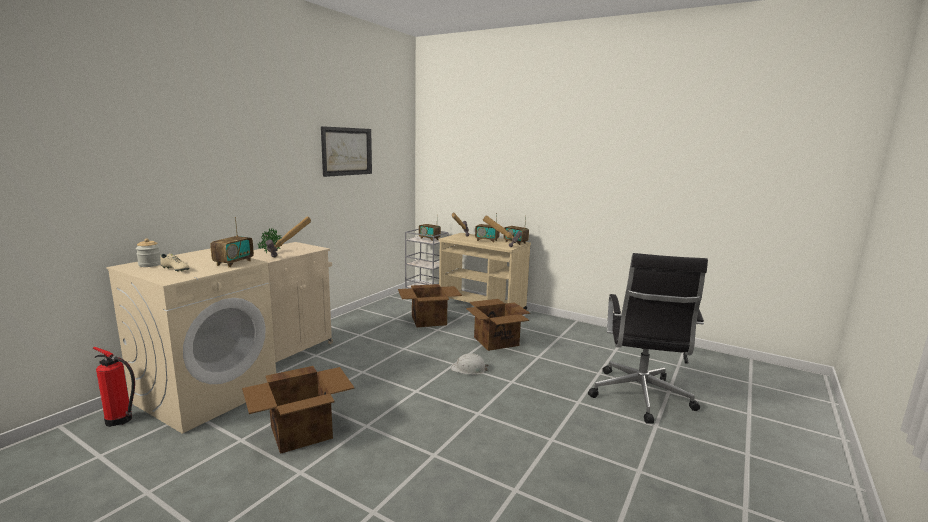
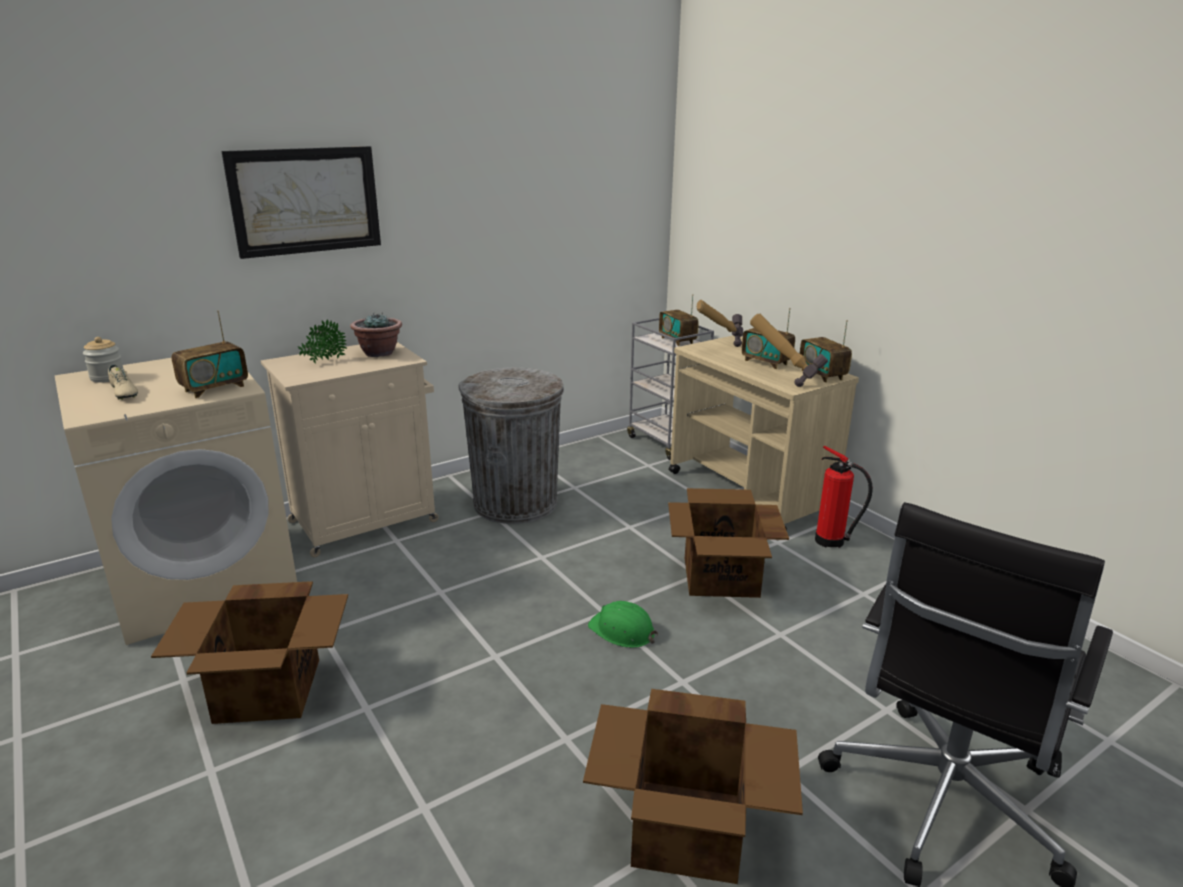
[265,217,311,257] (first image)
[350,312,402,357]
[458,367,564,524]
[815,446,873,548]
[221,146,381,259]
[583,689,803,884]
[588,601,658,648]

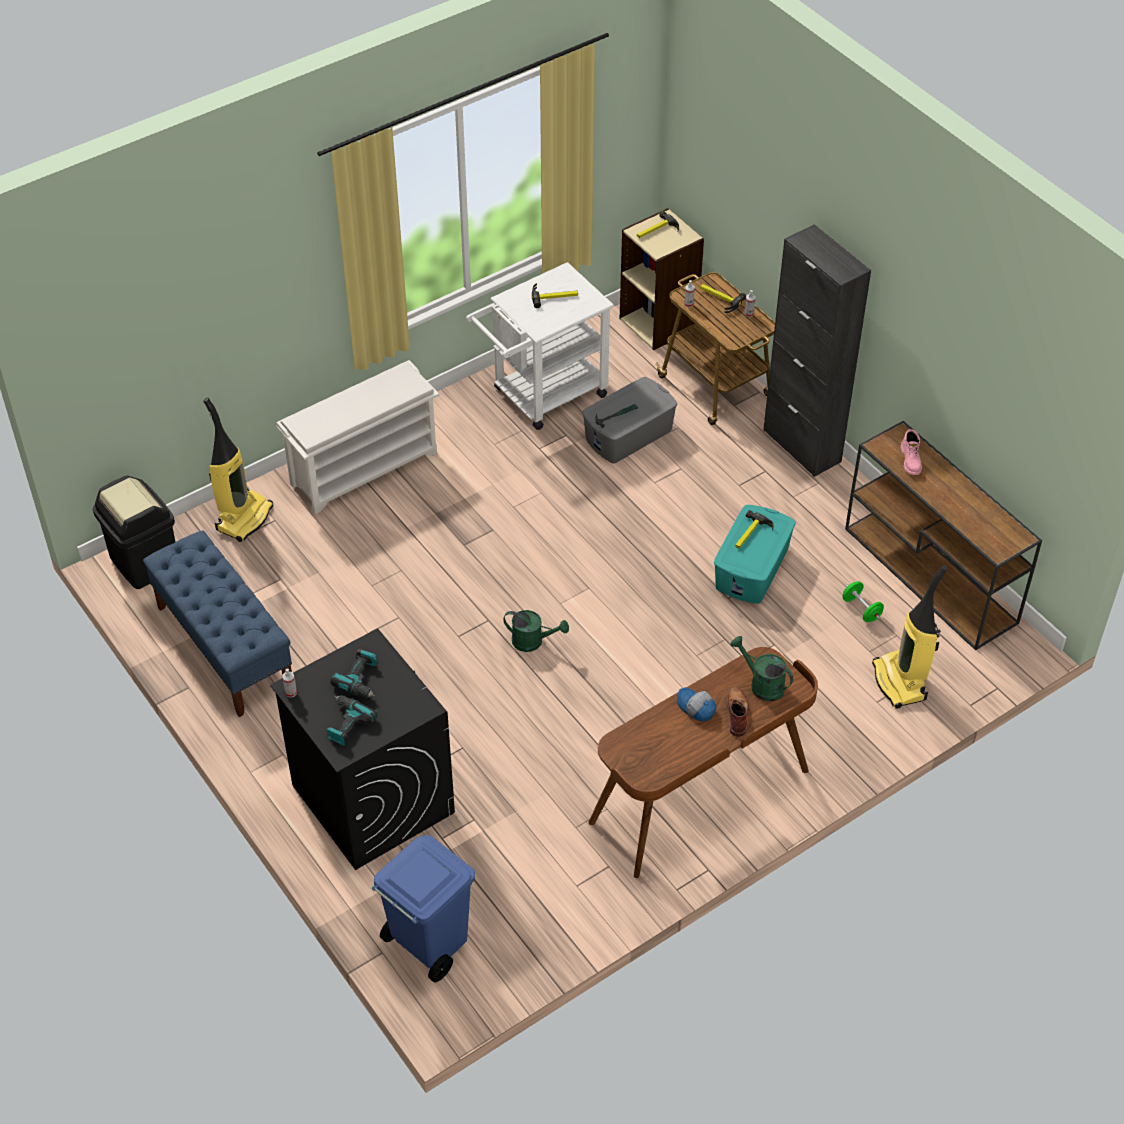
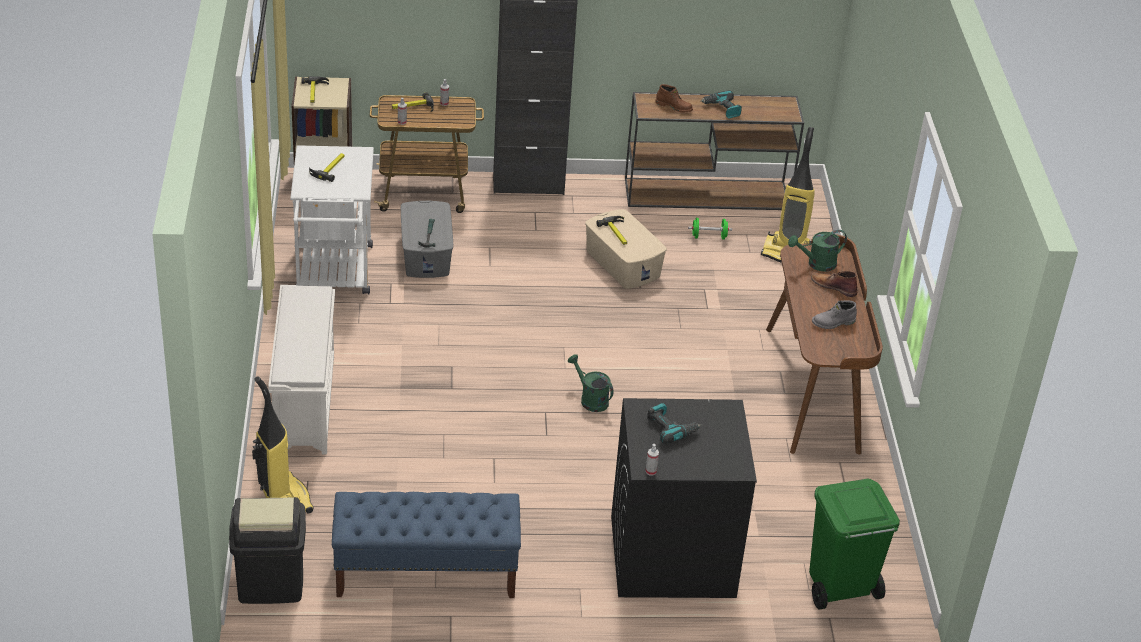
[677,687,716,721] (first image)
[812,301,857,329]
[700,90,742,119]
[809,479,900,609]
[585,209,667,289]
[655,84,693,113]
[568,354,614,412]

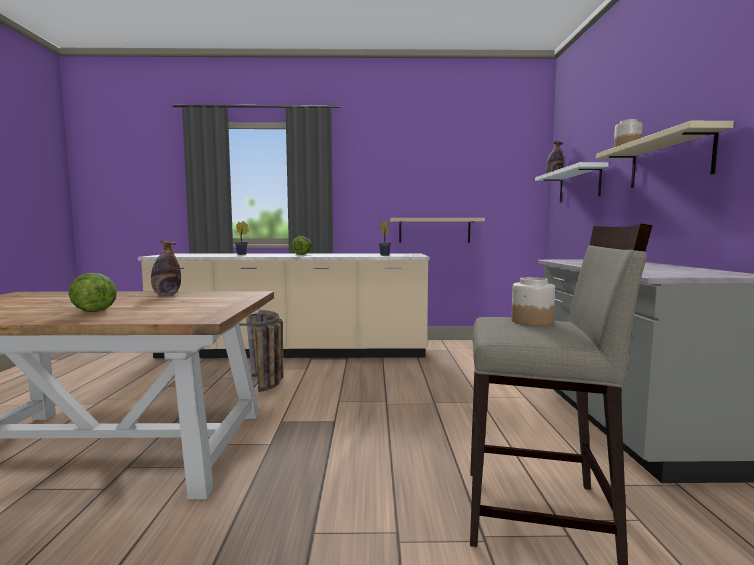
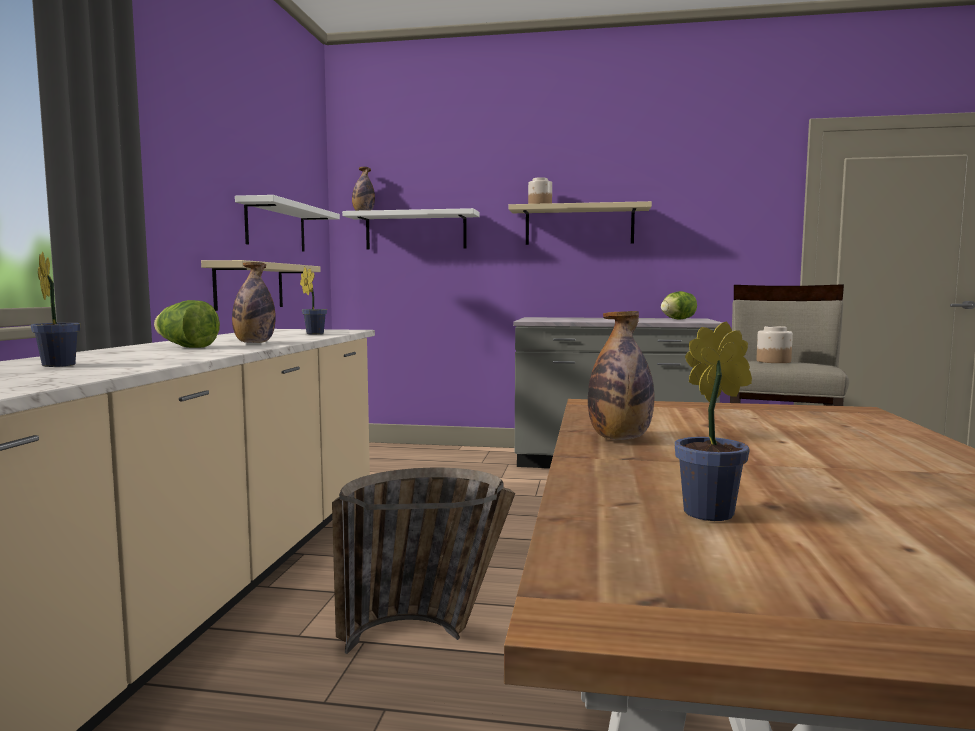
[232,262,276,343]
[235,195,340,252]
[674,322,752,521]
[661,291,697,320]

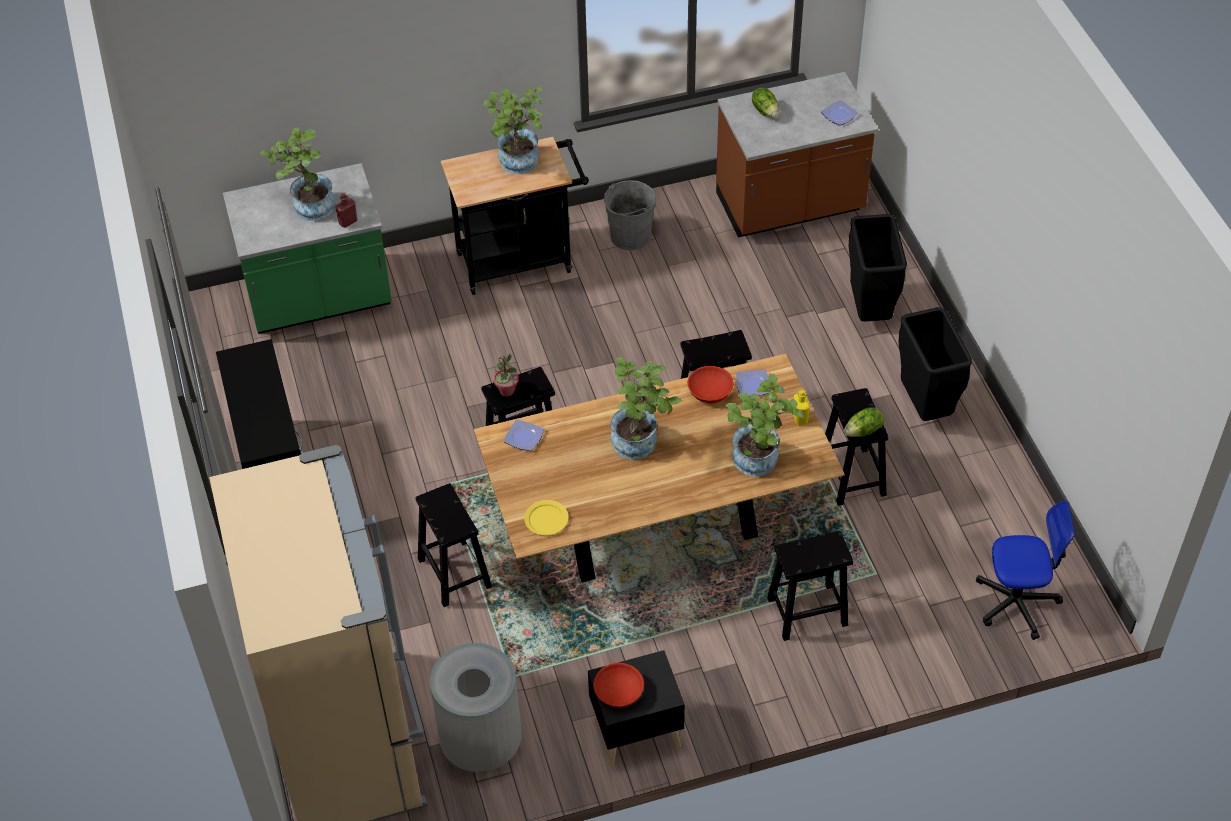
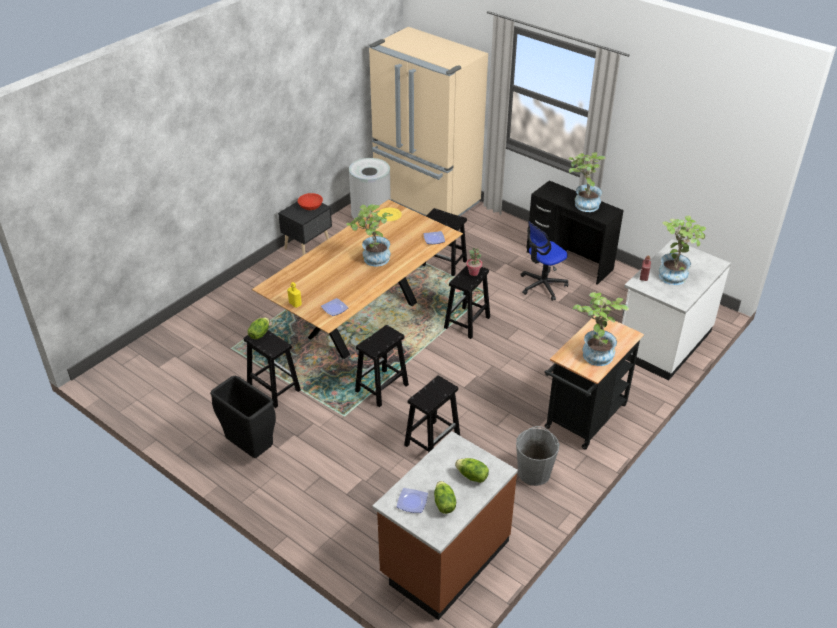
[687,366,734,403] (first image)
[849,214,907,322] (first image)
[434,481,456,514]
[569,152,606,212]
[404,376,460,453]
[520,221,568,301]
[622,239,731,381]

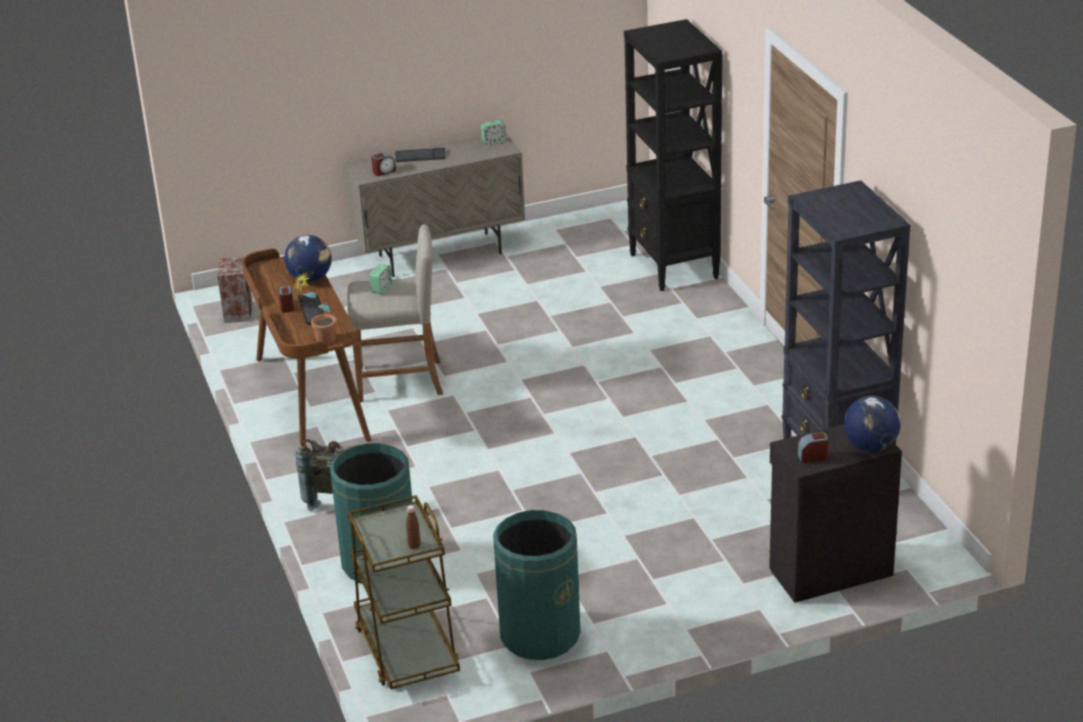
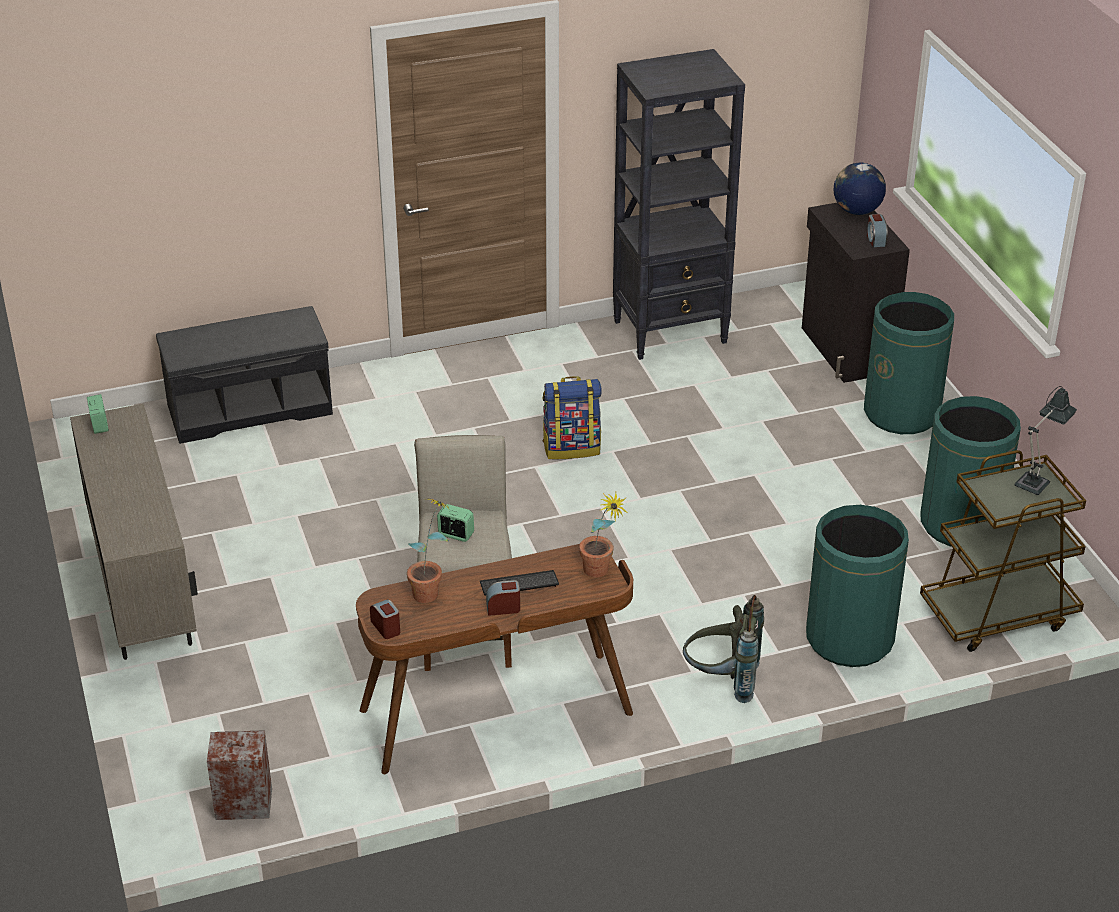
[395,148,446,162] (first image)
[542,376,602,459]
[864,292,954,434]
[370,599,400,639]
[407,499,451,603]
[1014,386,1077,495]
[156,306,333,444]

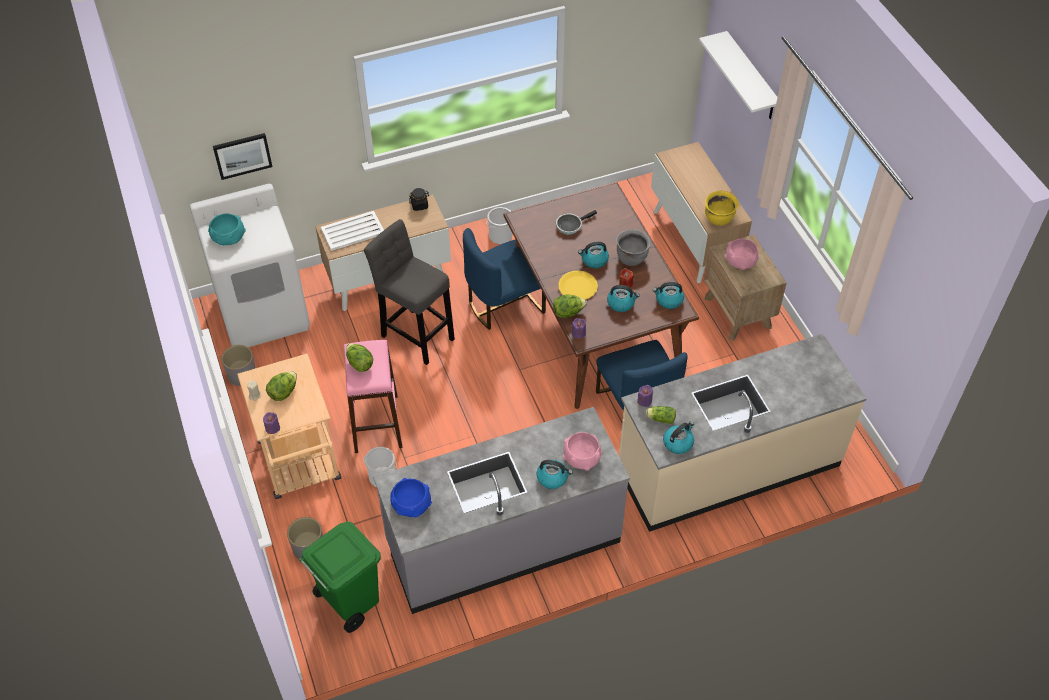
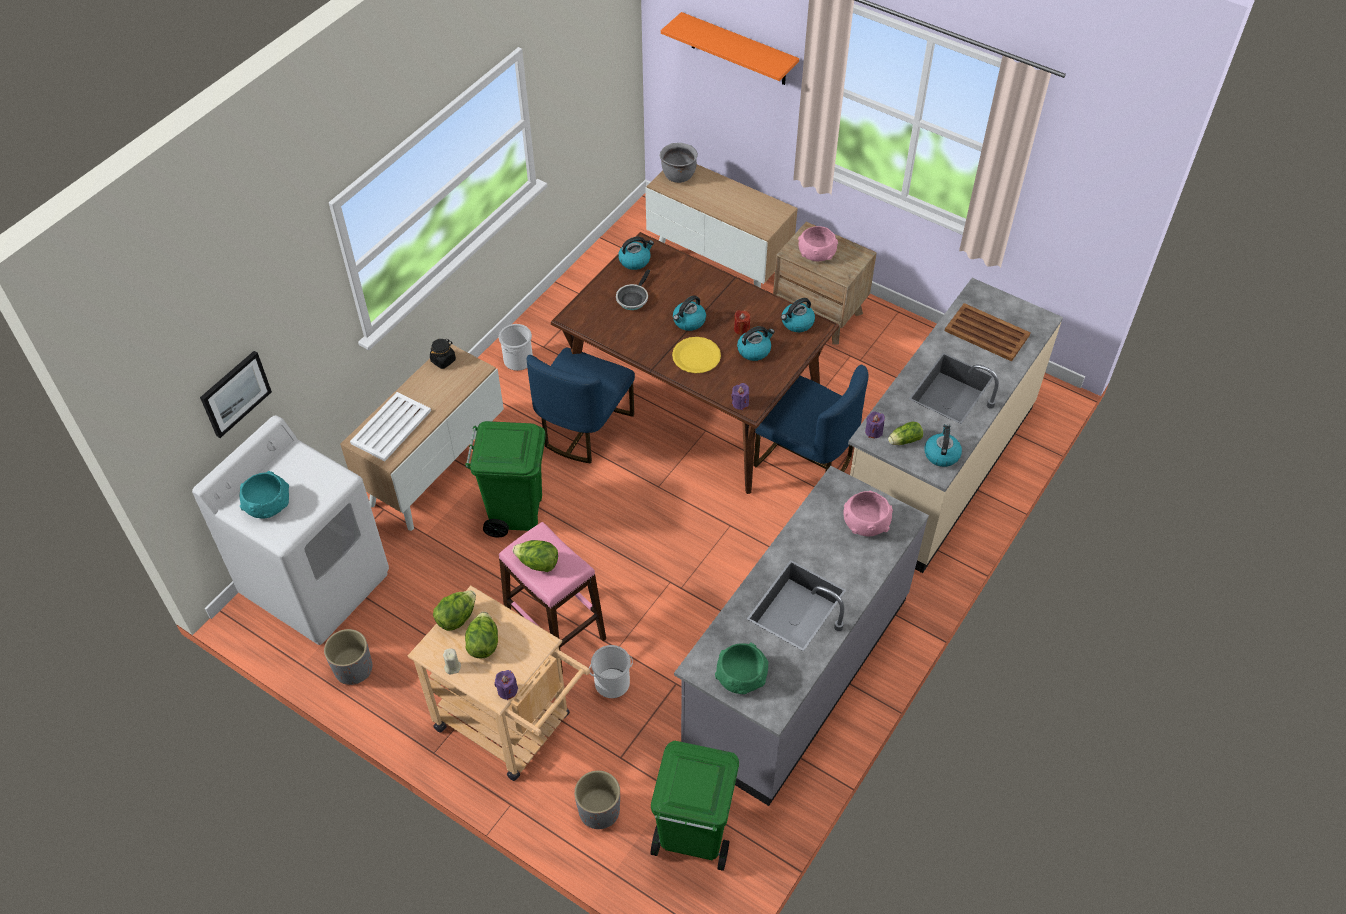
[705,191,739,226] (first image)
[945,303,1031,361]
[618,237,654,270]
[433,591,476,631]
[660,143,698,183]
[465,421,546,537]
[715,643,768,694]
[661,12,799,85]

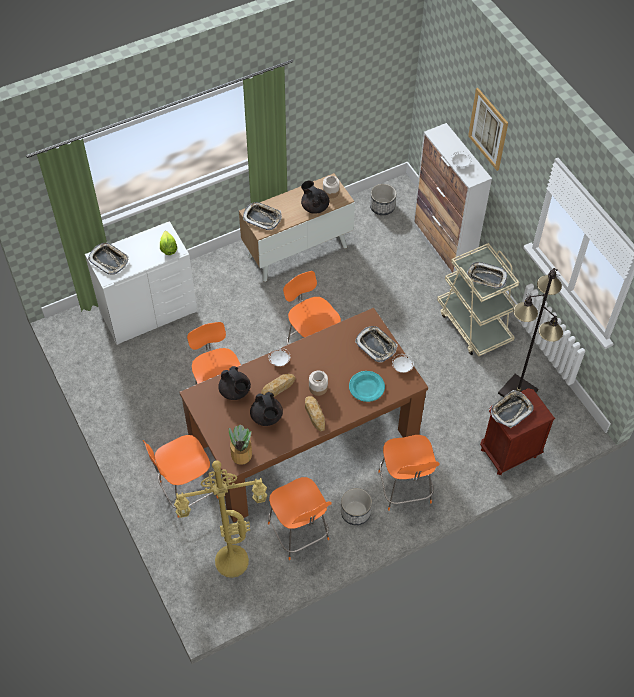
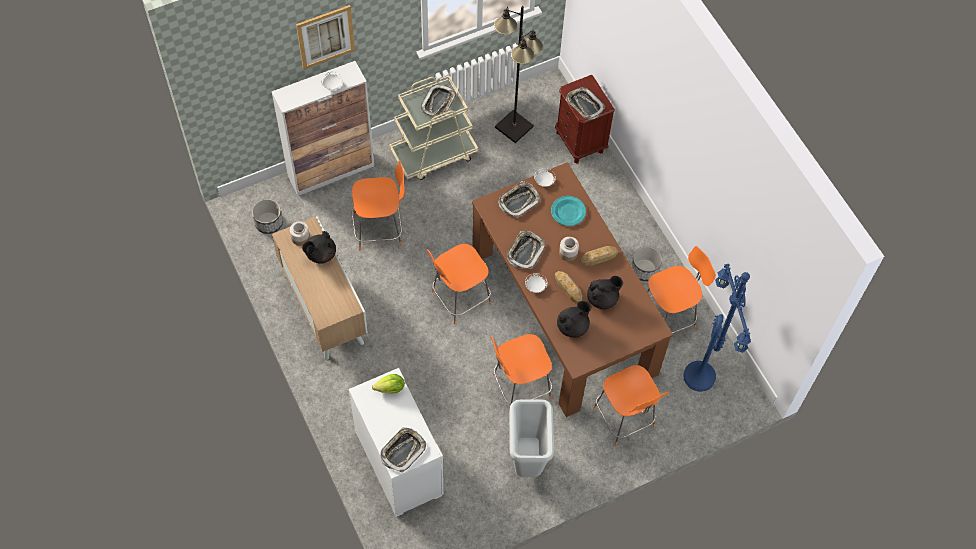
[229,424,252,465] (first image)
[509,400,554,477]
[507,231,546,269]
[352,160,405,250]
[683,264,751,392]

